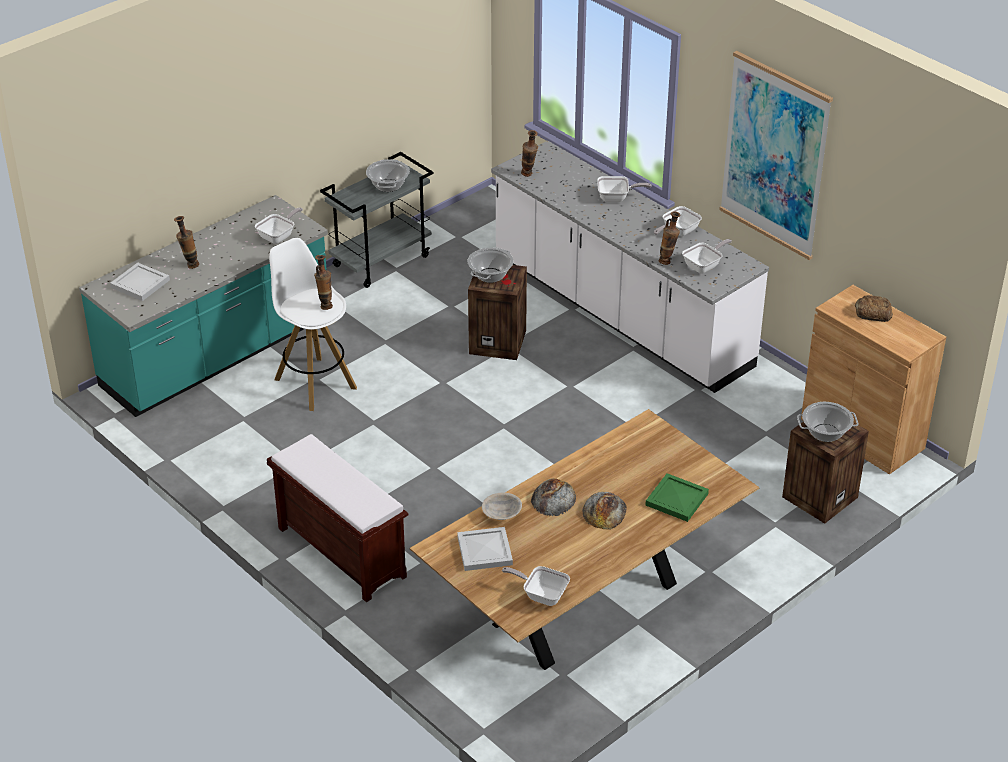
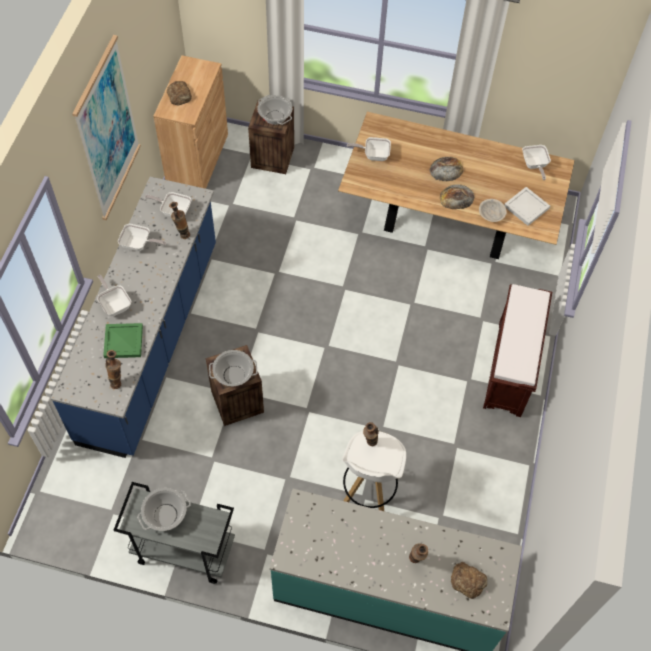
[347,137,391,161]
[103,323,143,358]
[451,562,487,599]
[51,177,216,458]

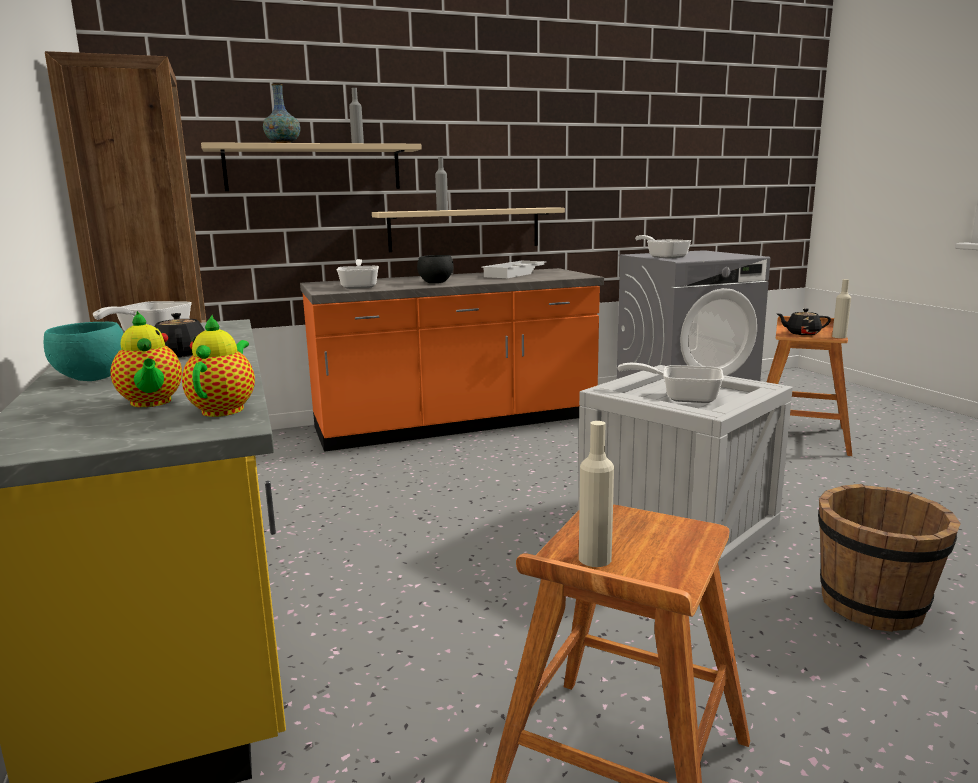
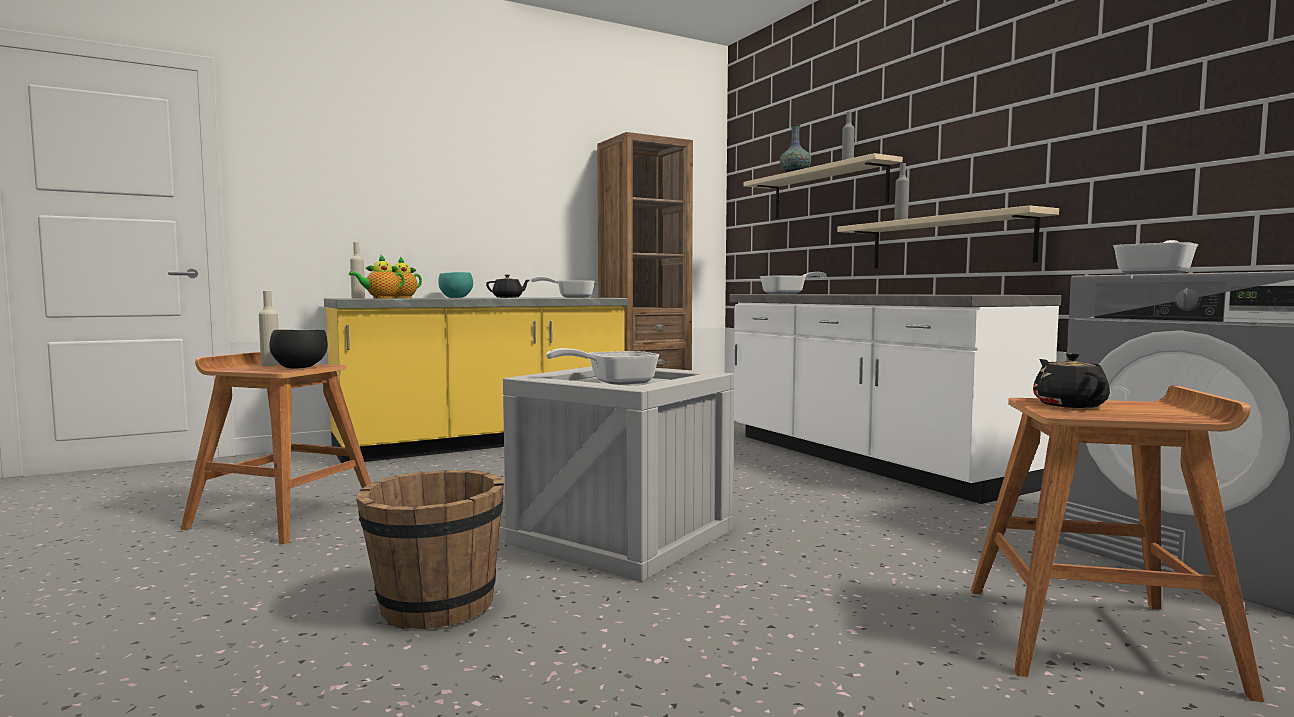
[481,261,546,278] (first image)
[269,330,328,369]
[350,242,365,298]
[729,294,1061,504]
[349,254,404,299]
[546,348,659,385]

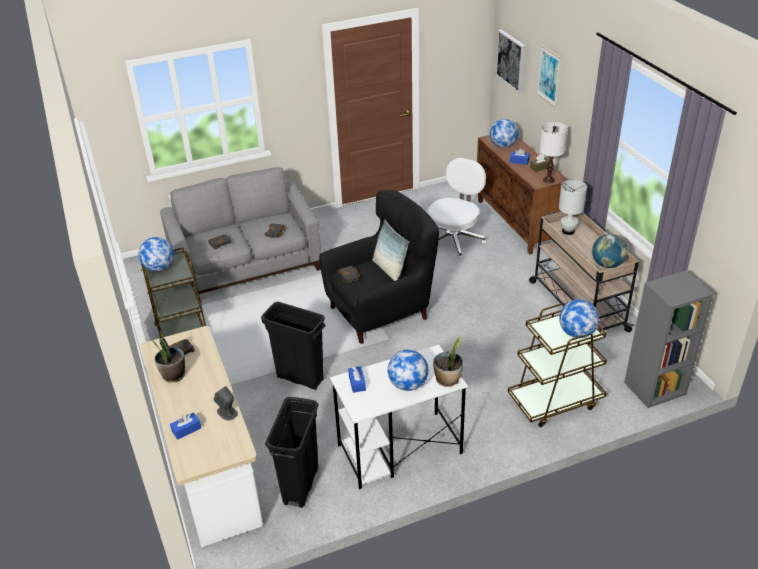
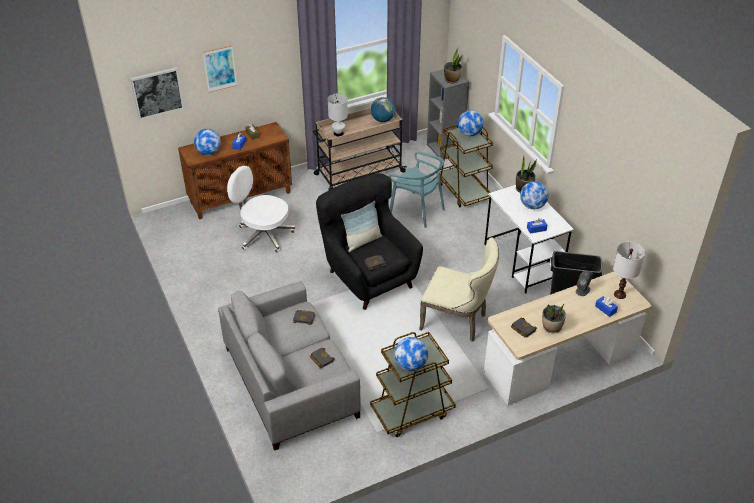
[389,152,445,228]
[444,48,462,84]
[613,242,645,299]
[419,237,499,342]

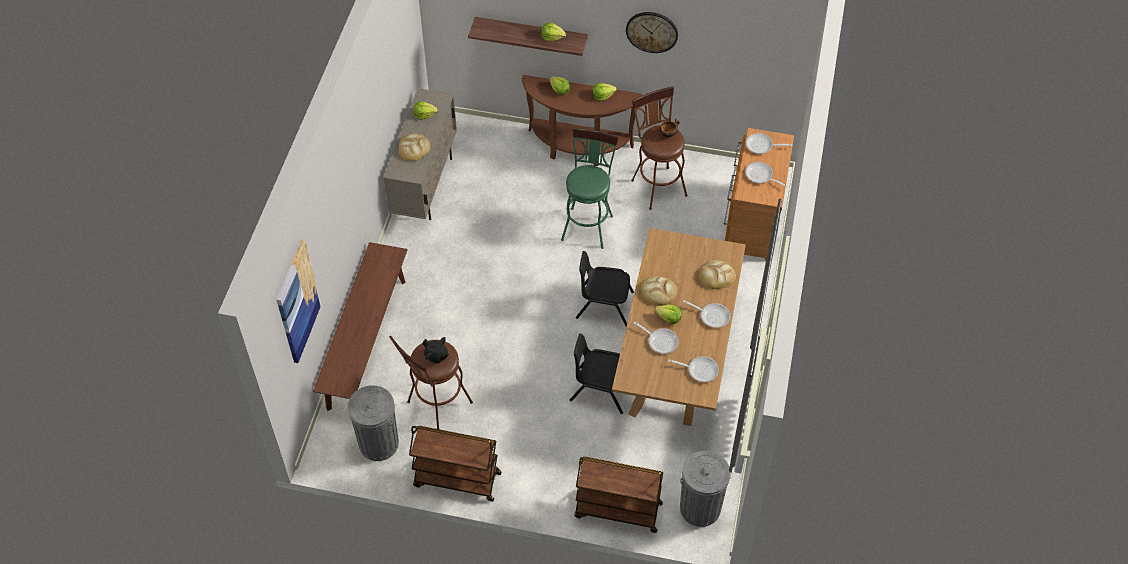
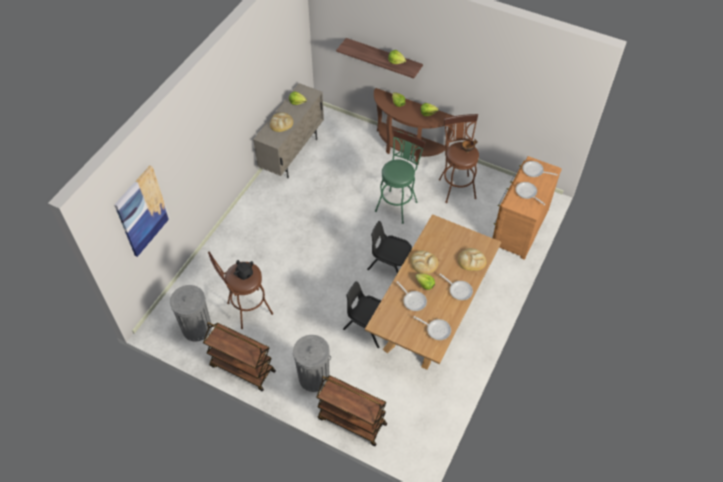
[313,242,407,411] (first image)
[626,12,678,53] (first image)
[293,335,331,392]

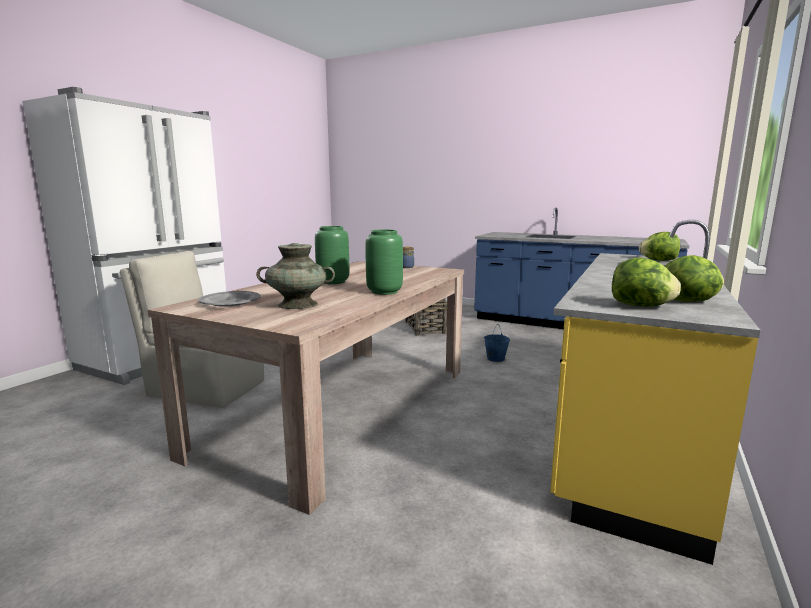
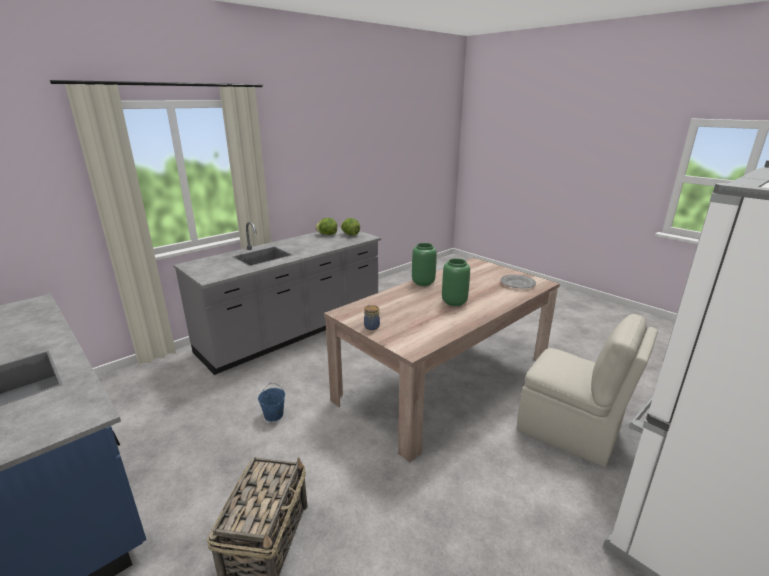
[256,243,335,309] (first image)
[639,232,680,261] (first image)
[174,222,381,375]

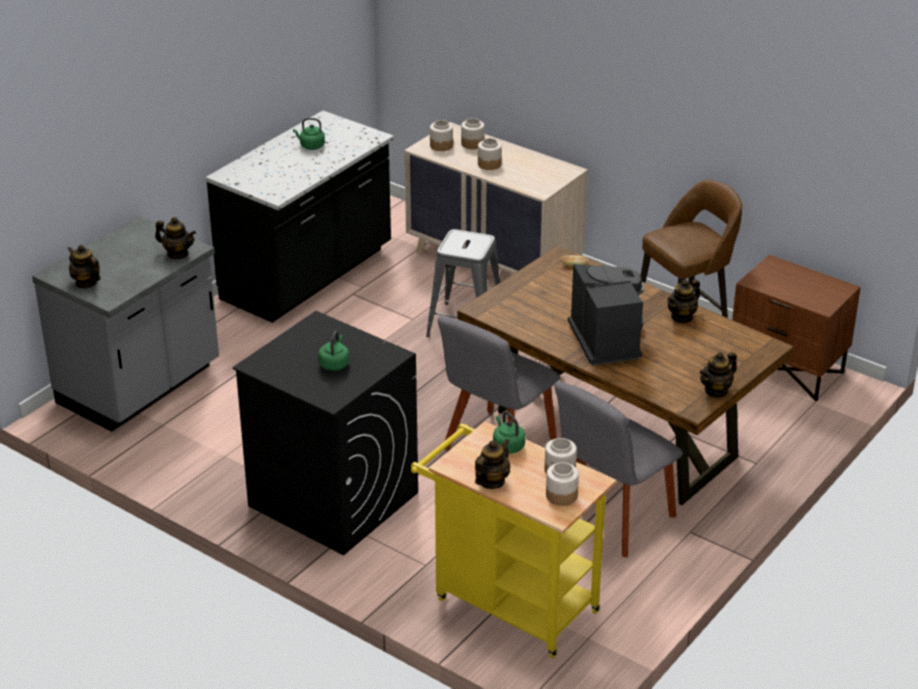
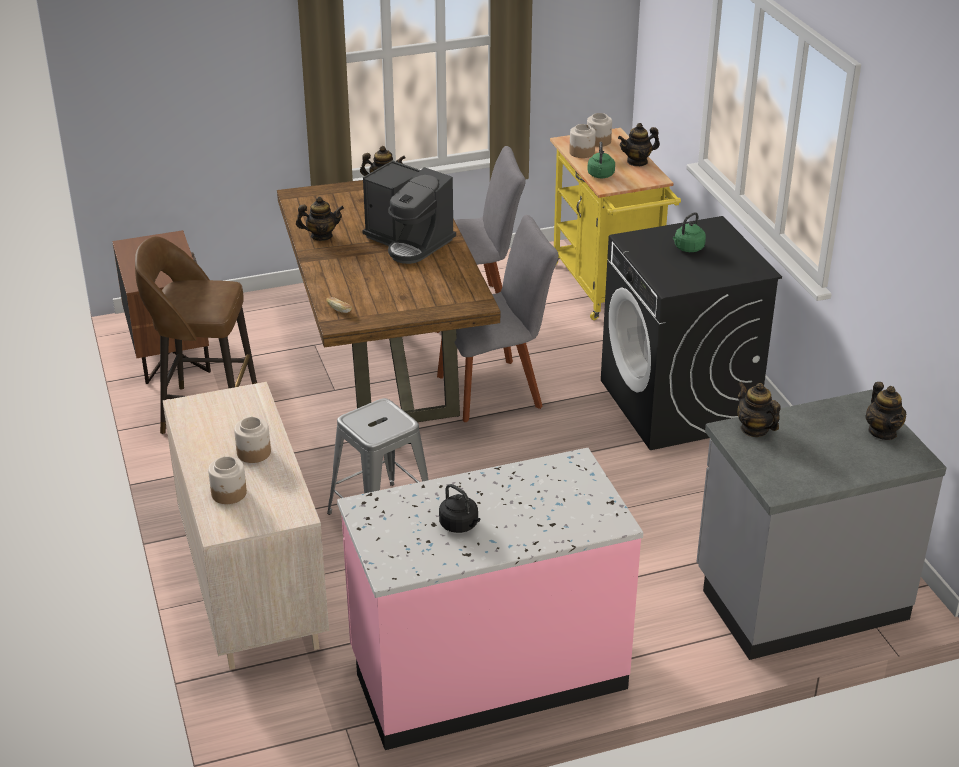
[430,120,453,151] (first image)
[337,448,643,750]
[439,484,480,533]
[362,160,456,264]

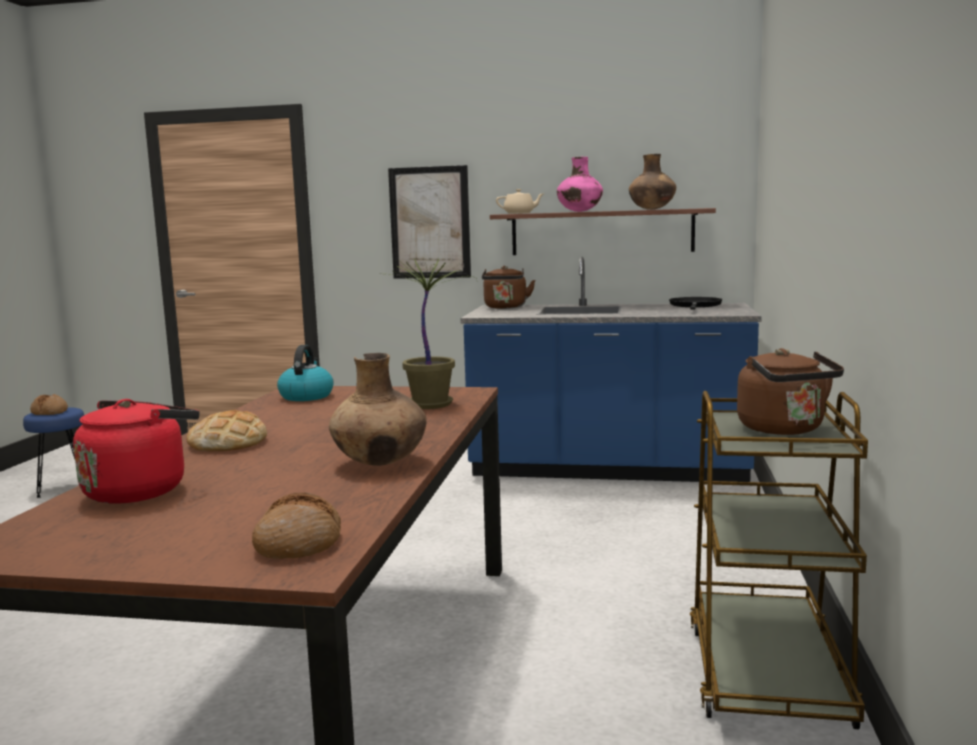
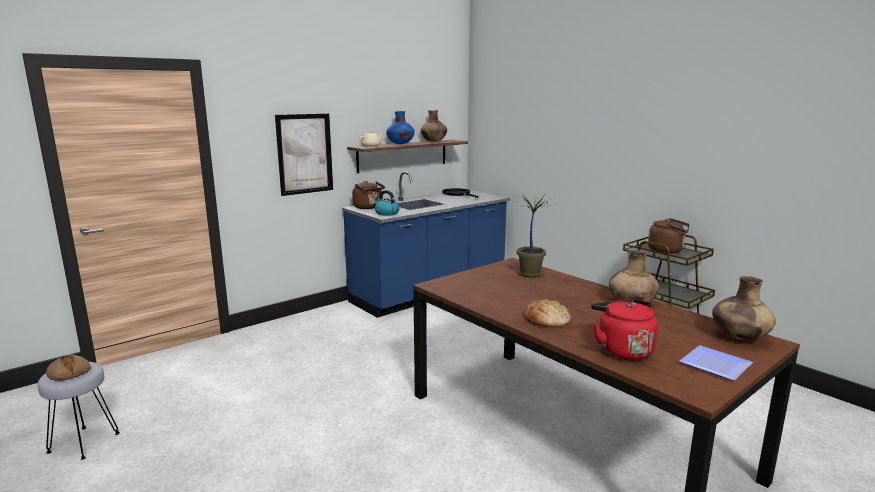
[679,345,753,381]
[375,190,400,216]
[712,276,776,341]
[38,362,120,460]
[386,111,415,144]

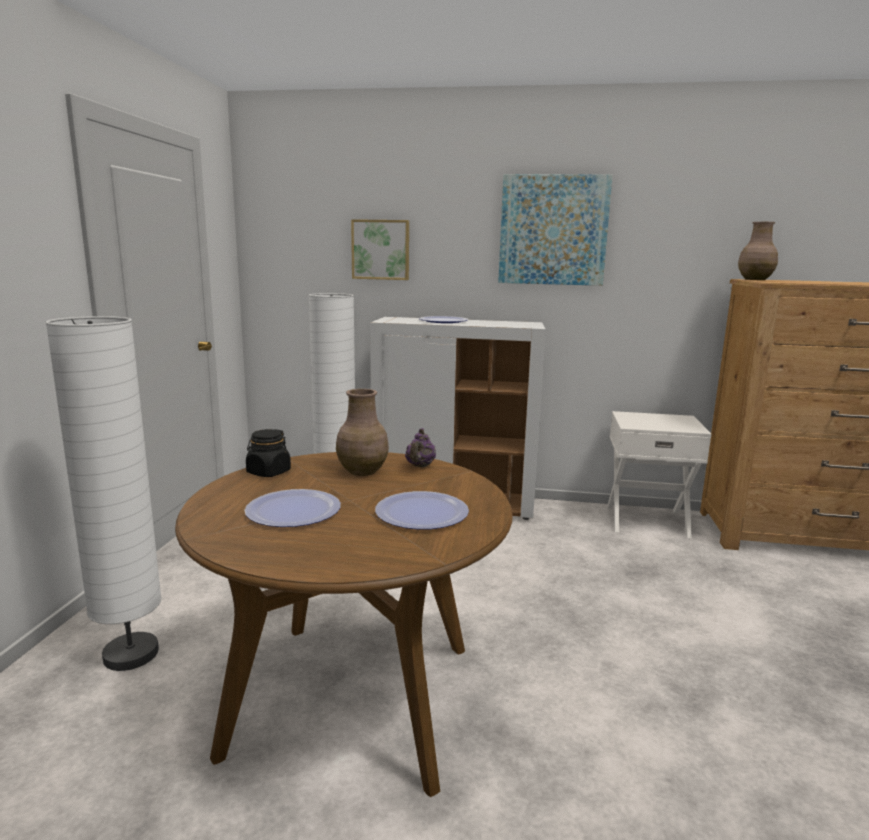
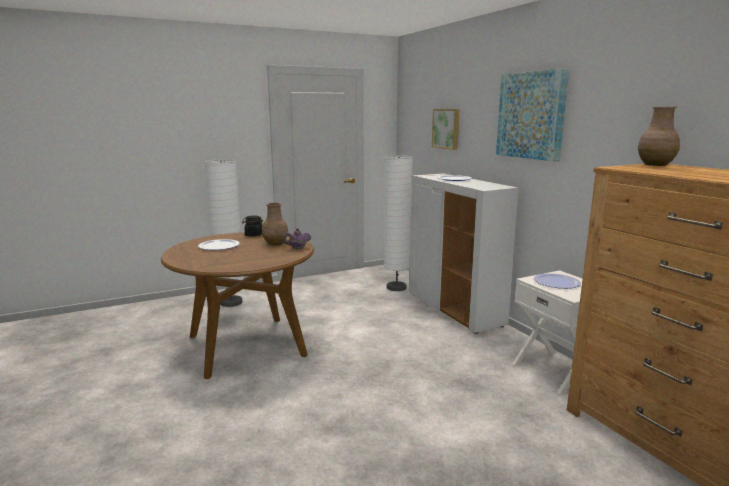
[534,273,581,289]

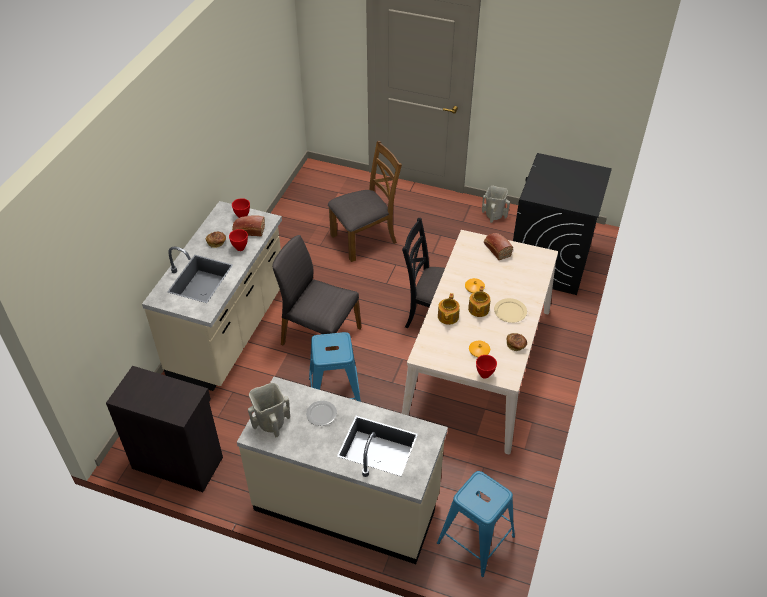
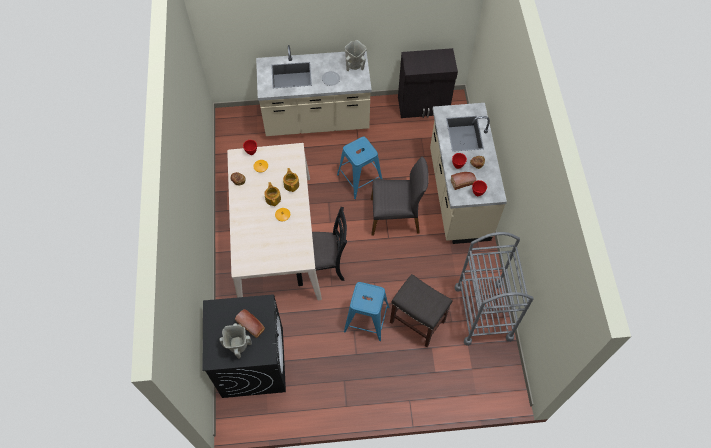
[494,298,527,323] (first image)
[454,232,534,346]
[344,282,389,341]
[220,323,252,358]
[235,309,265,338]
[390,274,453,347]

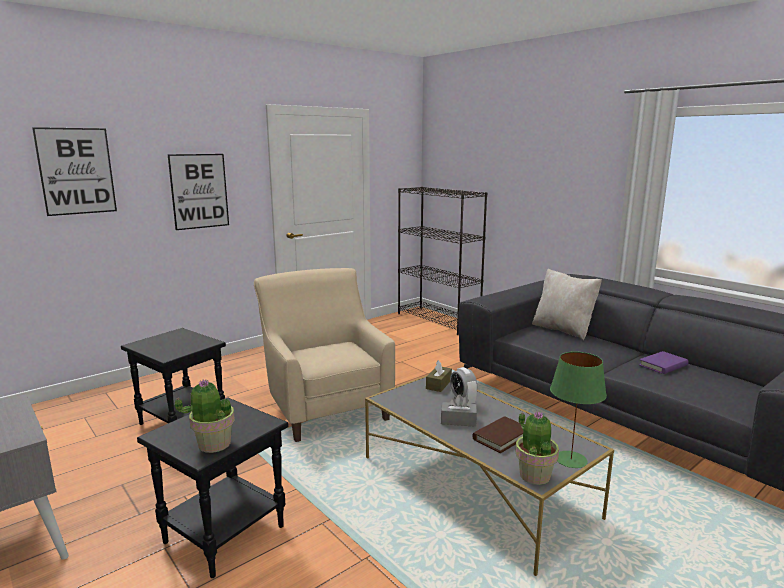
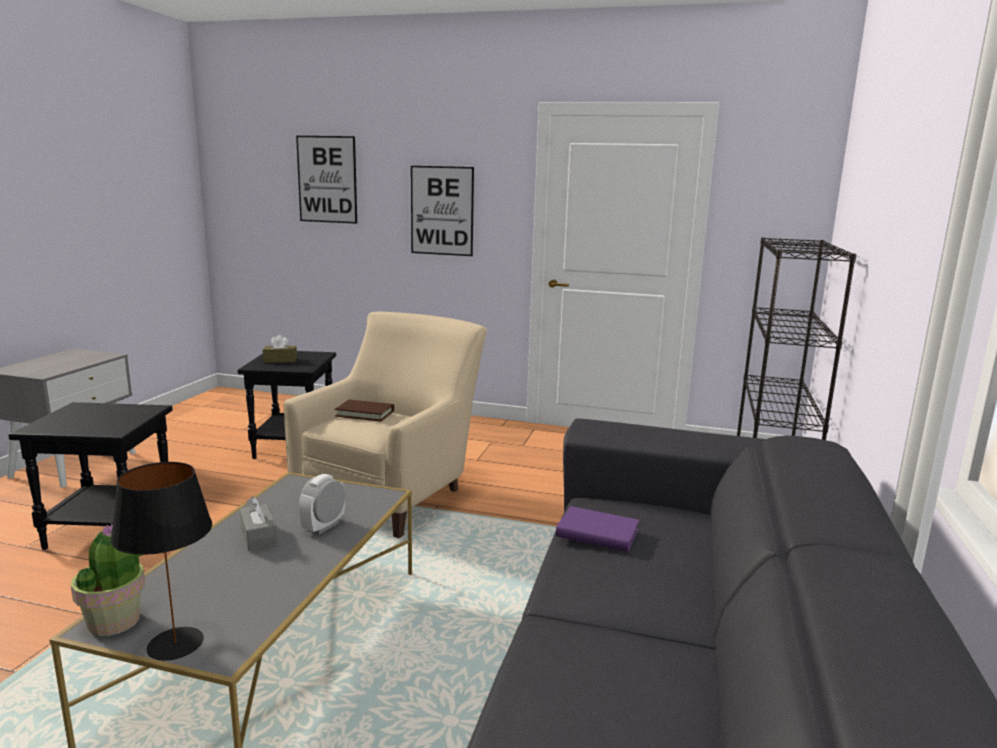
[175,380,235,453] (first image)
[532,269,602,340] (first image)
[263,335,297,363]
[335,400,394,422]
[556,506,639,552]
[111,462,212,660]

